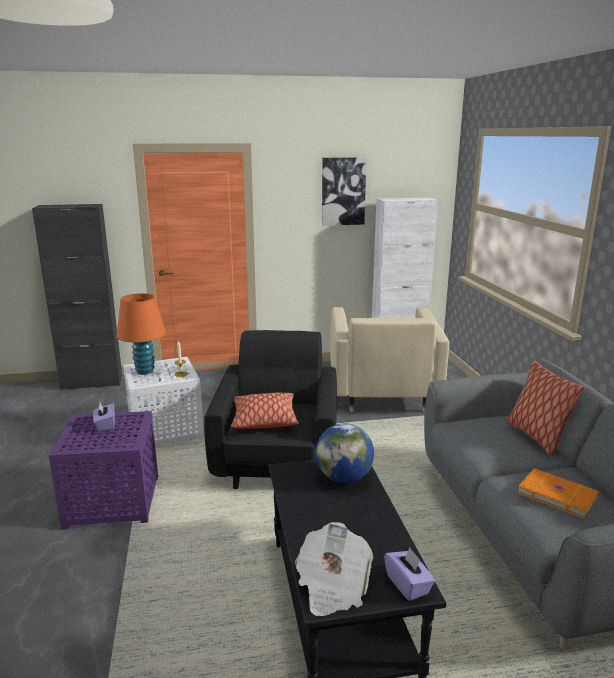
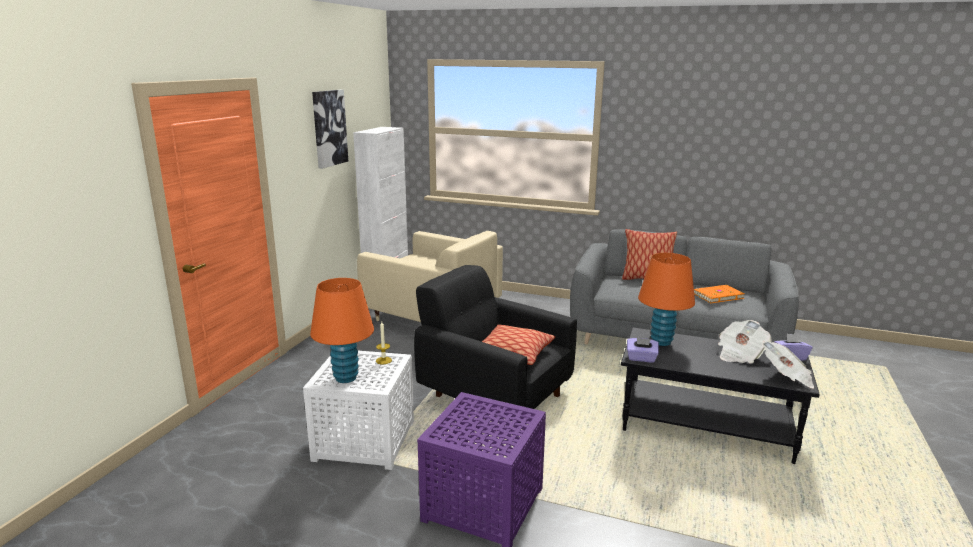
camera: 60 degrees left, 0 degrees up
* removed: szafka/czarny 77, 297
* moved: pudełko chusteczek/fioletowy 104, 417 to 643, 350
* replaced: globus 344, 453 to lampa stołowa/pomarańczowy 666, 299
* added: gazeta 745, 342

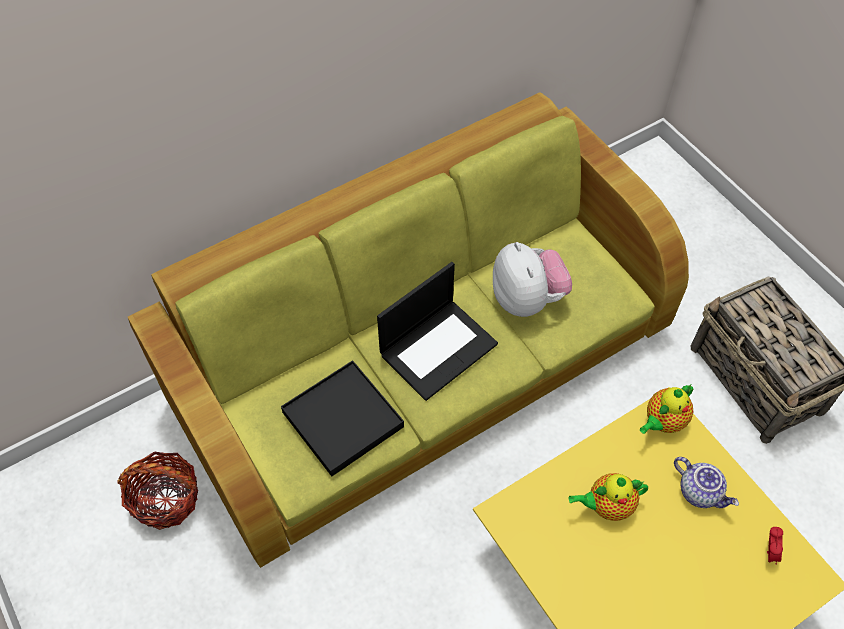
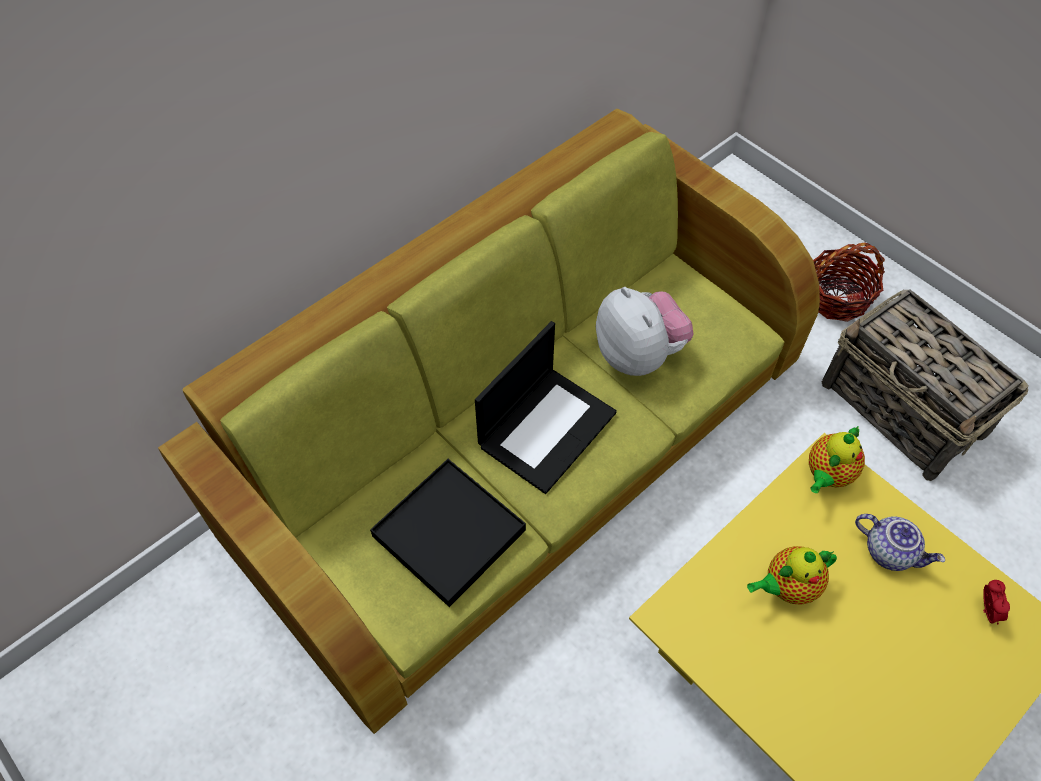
camera: 10 degrees left, 0 degrees up
* moved: koszyk 157, 491 to 849, 282

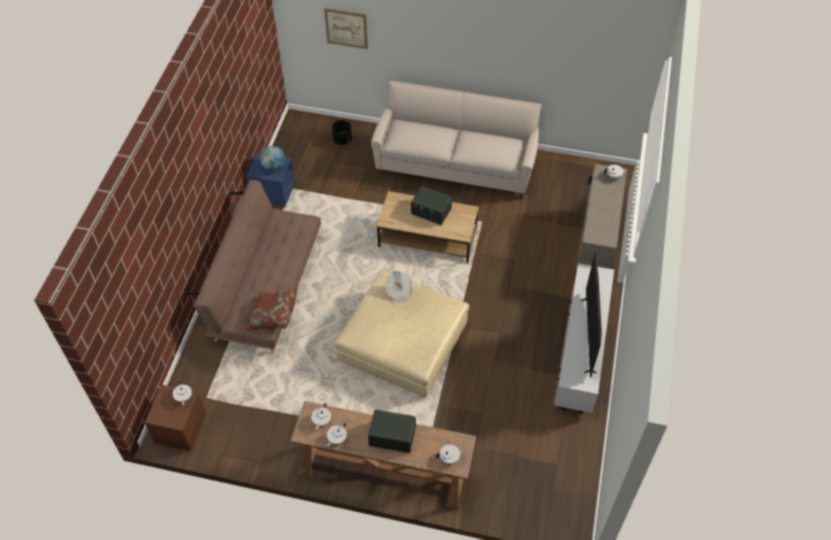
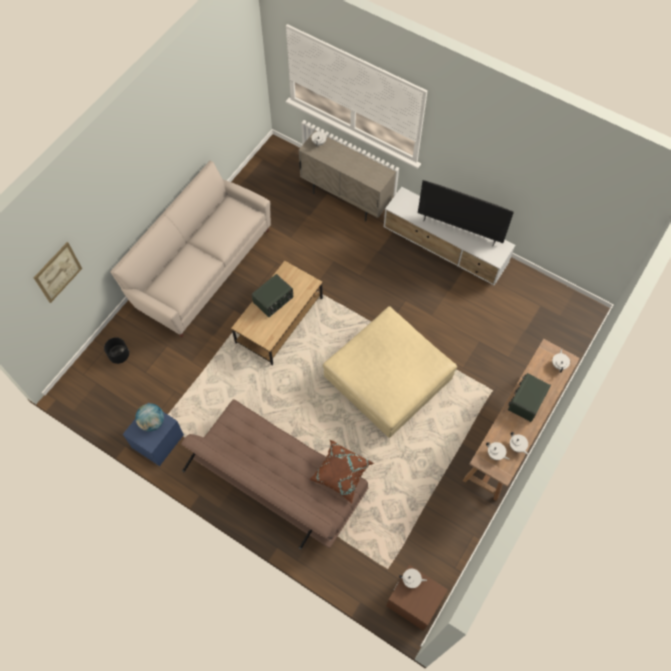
camera: 70 degrees left, 10 degrees up
* removed: gazeta 398, 287

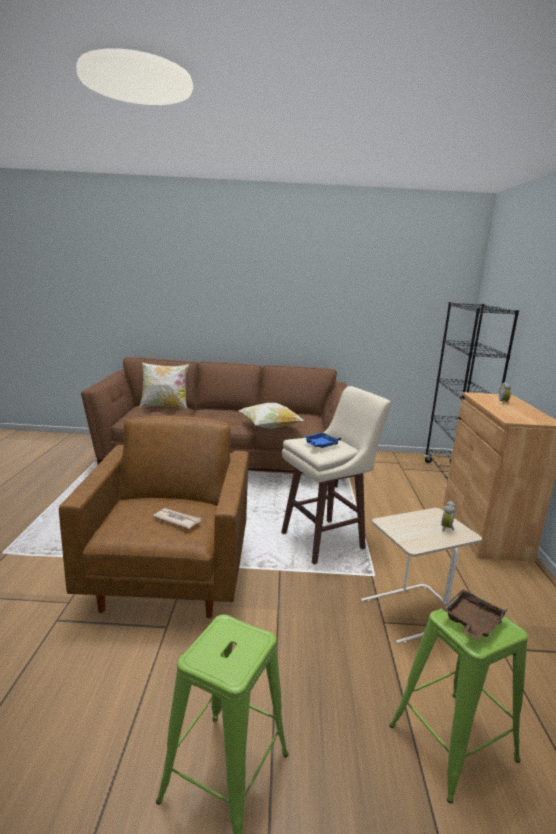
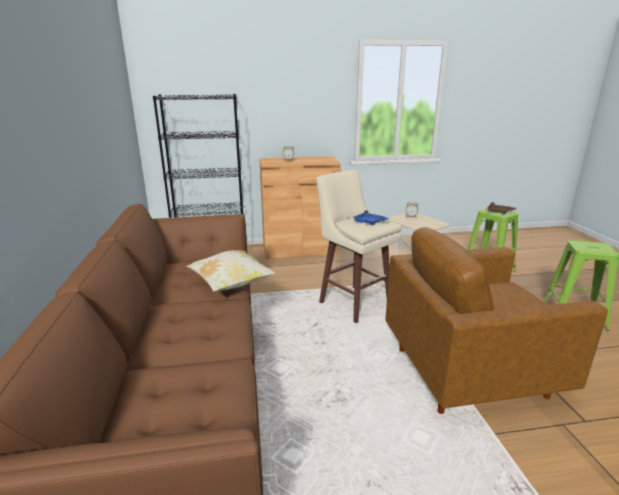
camera: 100 degrees left, 5 degrees up
* removed: poduszka 164, 386
* removed: gazeta 177, 518

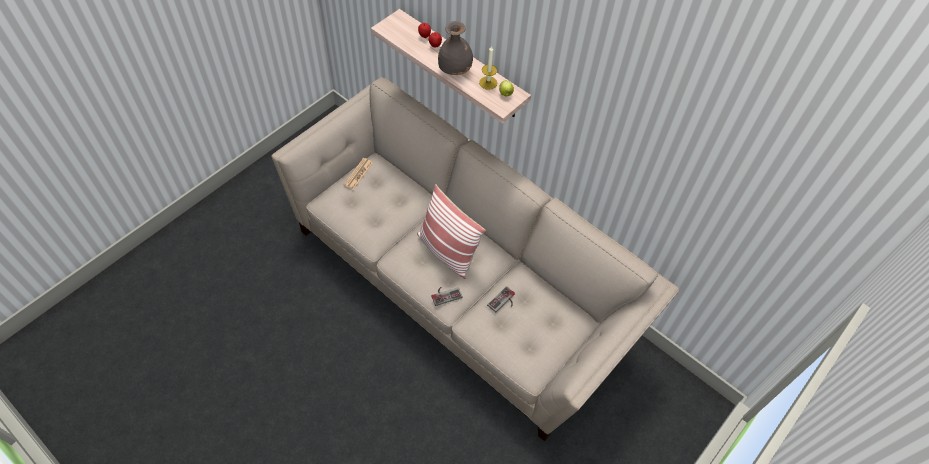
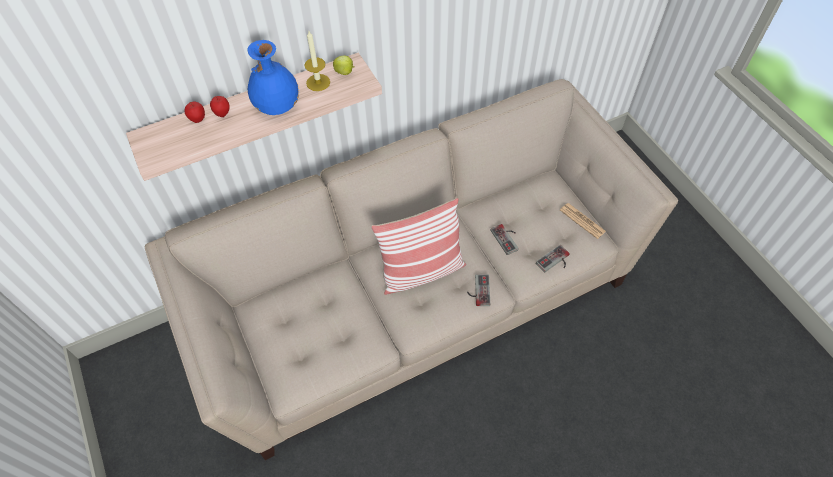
camera: 65 degrees left, 0 degrees up
* recoloured: wazon/szary 455, 48 to wazon/niebieski 273, 77
* moved: gazeta 358, 174 to 583, 221
* added: pad do gier 553, 258

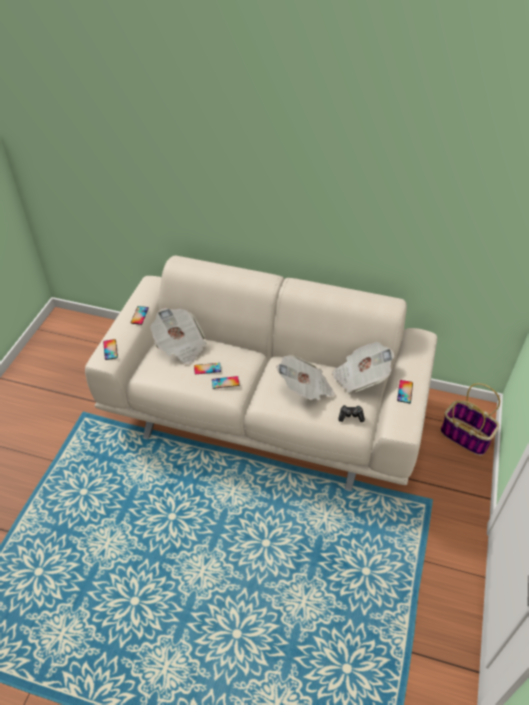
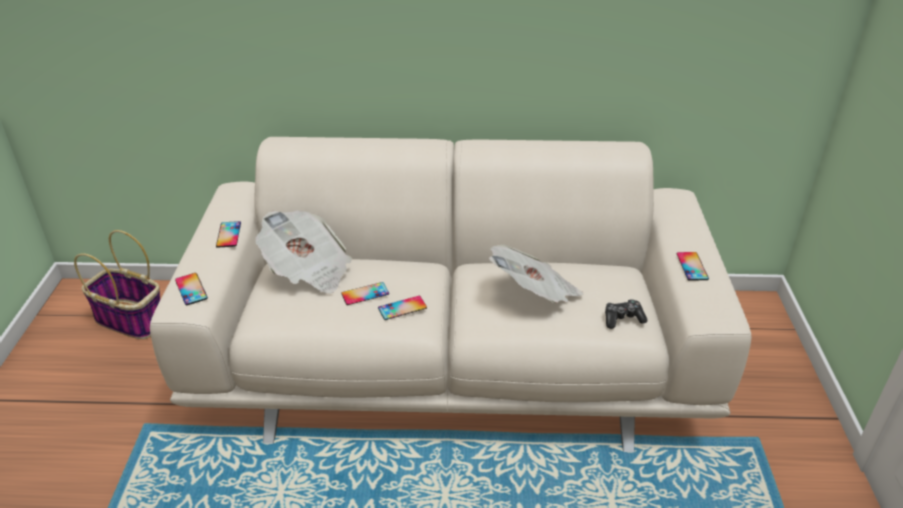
camera: 15 degrees left, 10 degrees down
* removed: gazeta 363, 367
* moved: koszyk 470, 419 to 117, 284

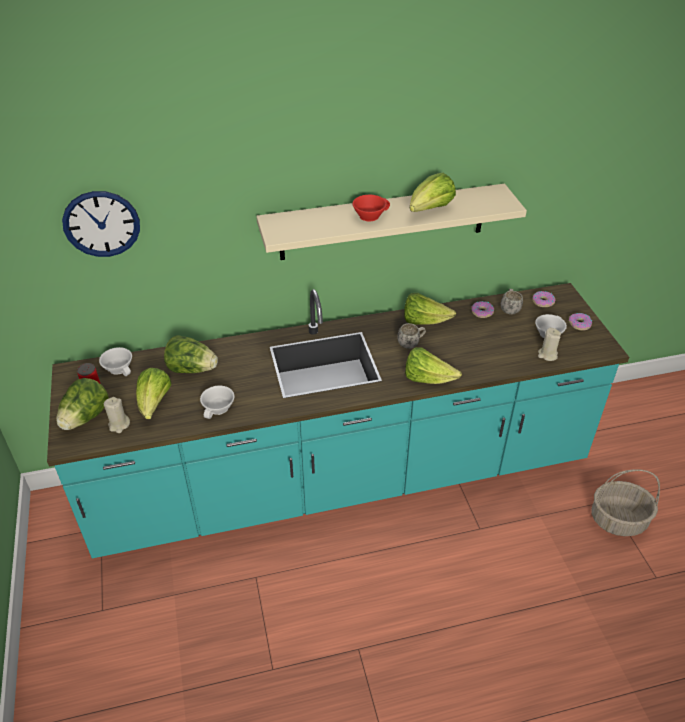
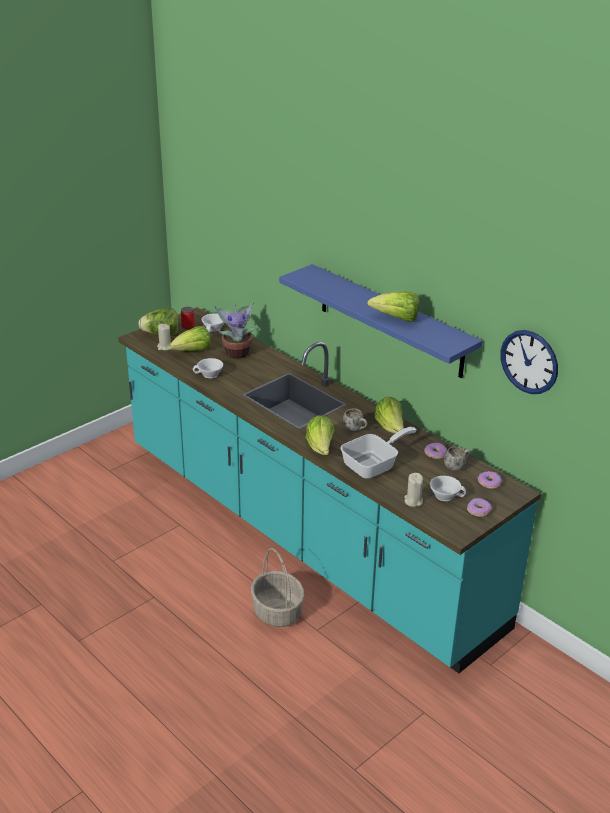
camera: 60 degrees right, 10 degrees down
* recoloured: półka/beżowy 391, 222 to półka/niebieski 381, 321
* moved: zegar ścienny 101, 224 to 529, 362
* removed: filiżanka/czerwony 371, 208
* replaced: sałata 191, 354 to roślina doniczkowa 235, 330
* moved: koszyk 626, 502 to 277, 587
* added: patelnia 378, 453

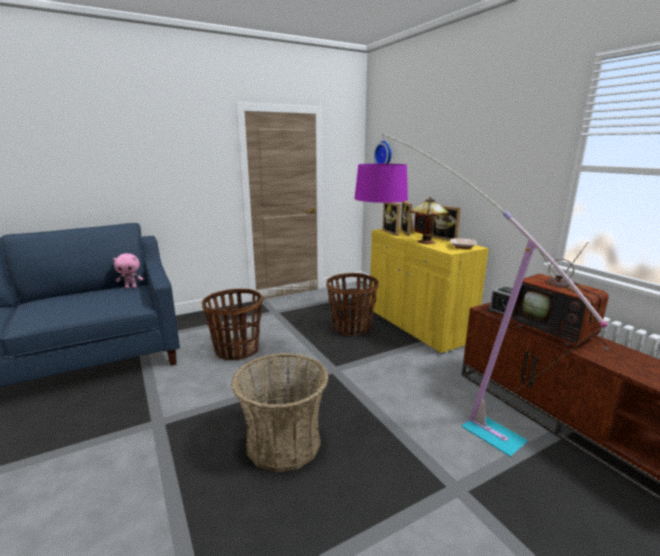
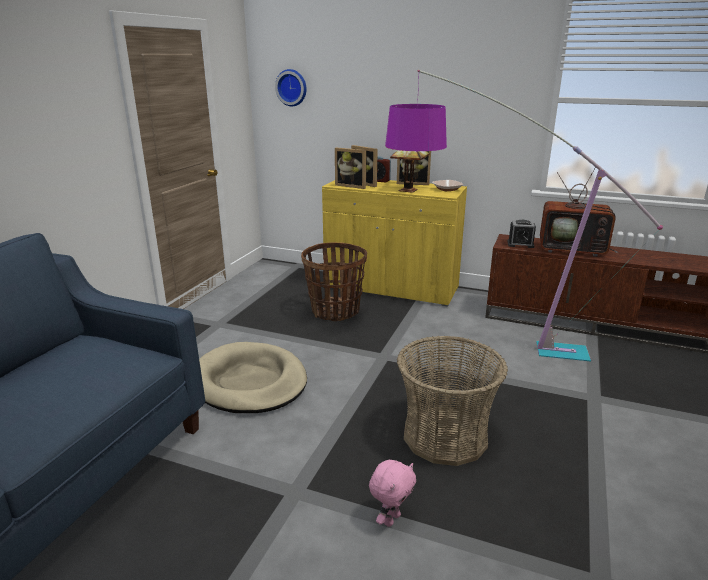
camera: 40 degrees left, 5 degrees up
* moved: pluszak/różowy 128, 271 to 392, 493
* replaced: koszyk 232, 325 to legowisko/beżowy 253, 377

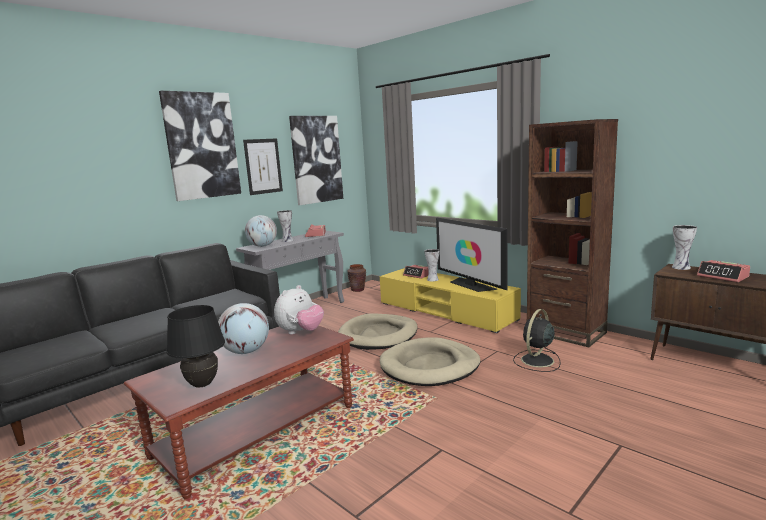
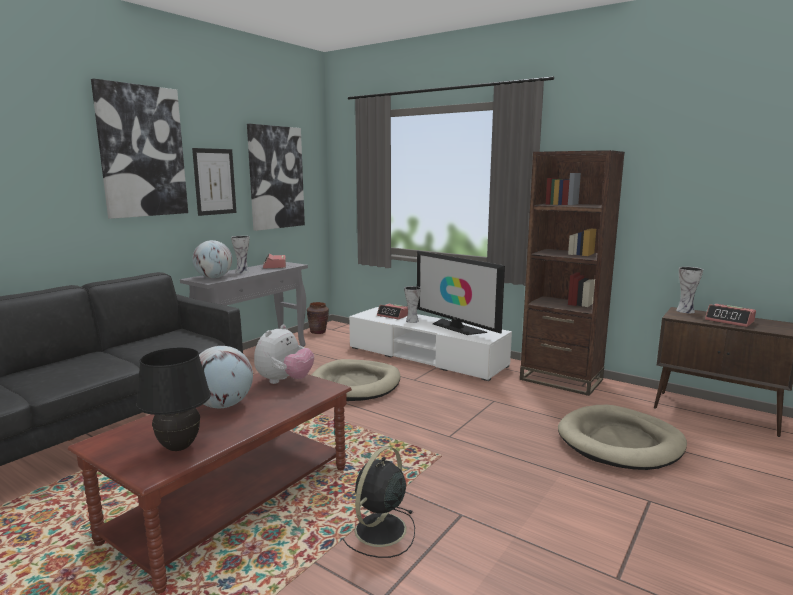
camera: 10 degrees left, 0 degrees up
* recoloured: szafka pod telewizor/żółty 450, 300 to szafka pod telewizor/biały 430, 344
* moved: wentylator/czarny 537, 340 to 379, 502
* moved: legowisko/beżowy 430, 361 to 622, 437

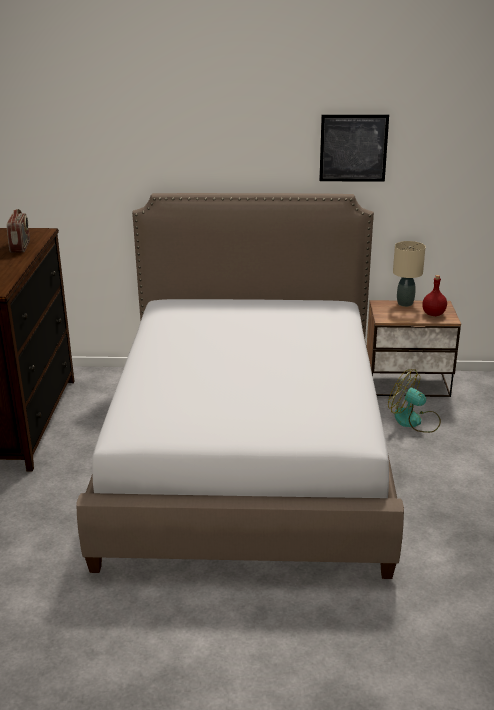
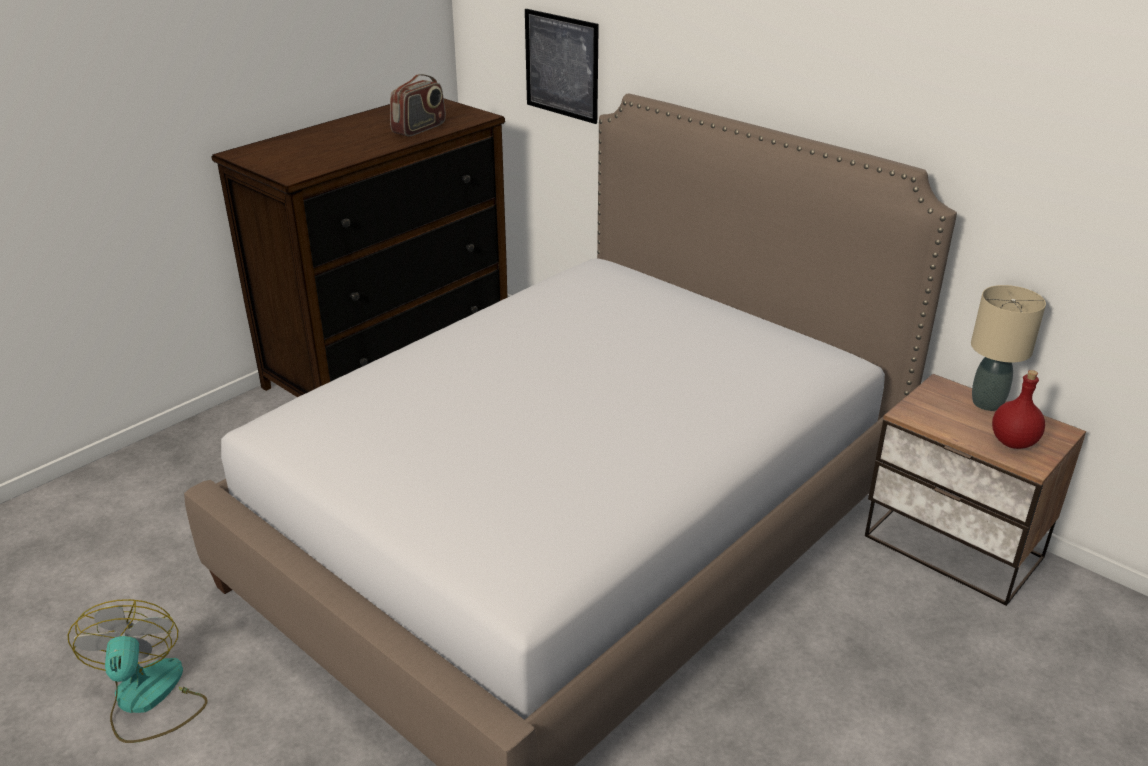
camera: 40 degrees right, 5 degrees up
* moved: obraz 354, 147 to 562, 66
* moved: wentylator 414, 401 to 138, 671

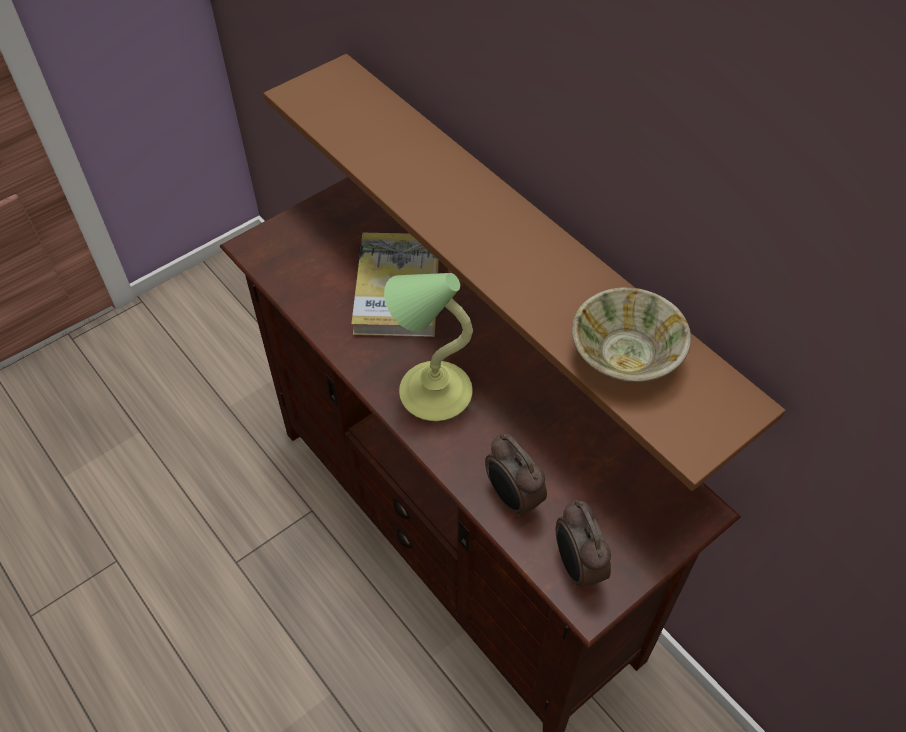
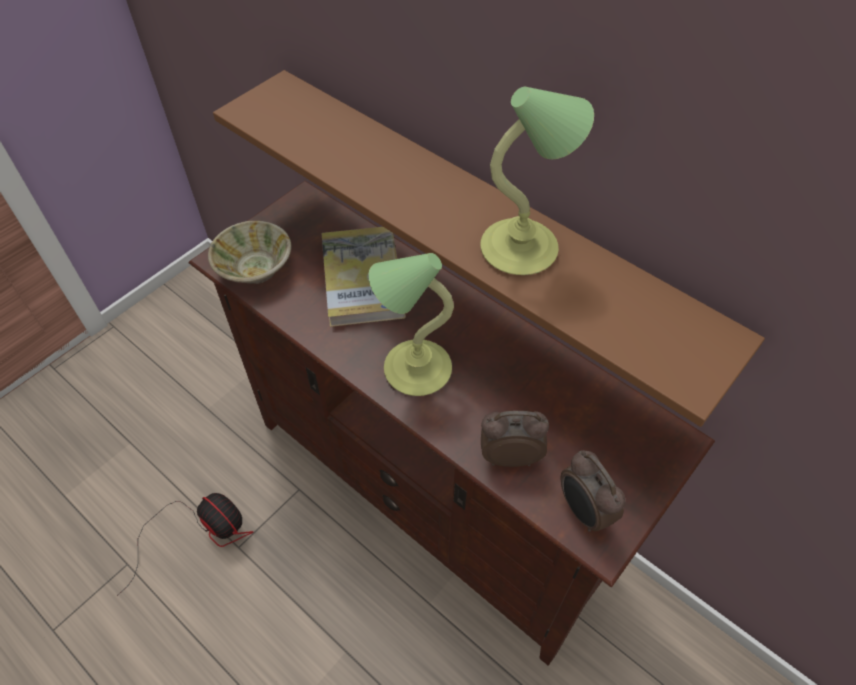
camera: 10 degrees left, 0 degrees up
* moved: miska/beżowy 631, 334 to 249, 252
* turned: budzik 516, 475 = 515, 439 135 degrees clockwise
* added: lampa stołowa 537, 181
* added: wentylator 185, 544

